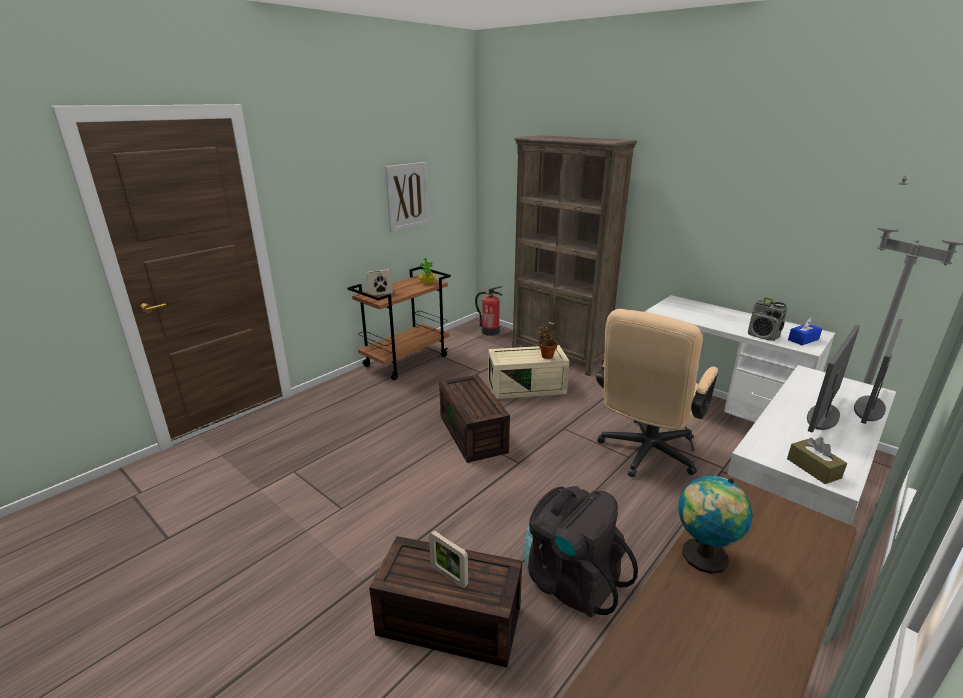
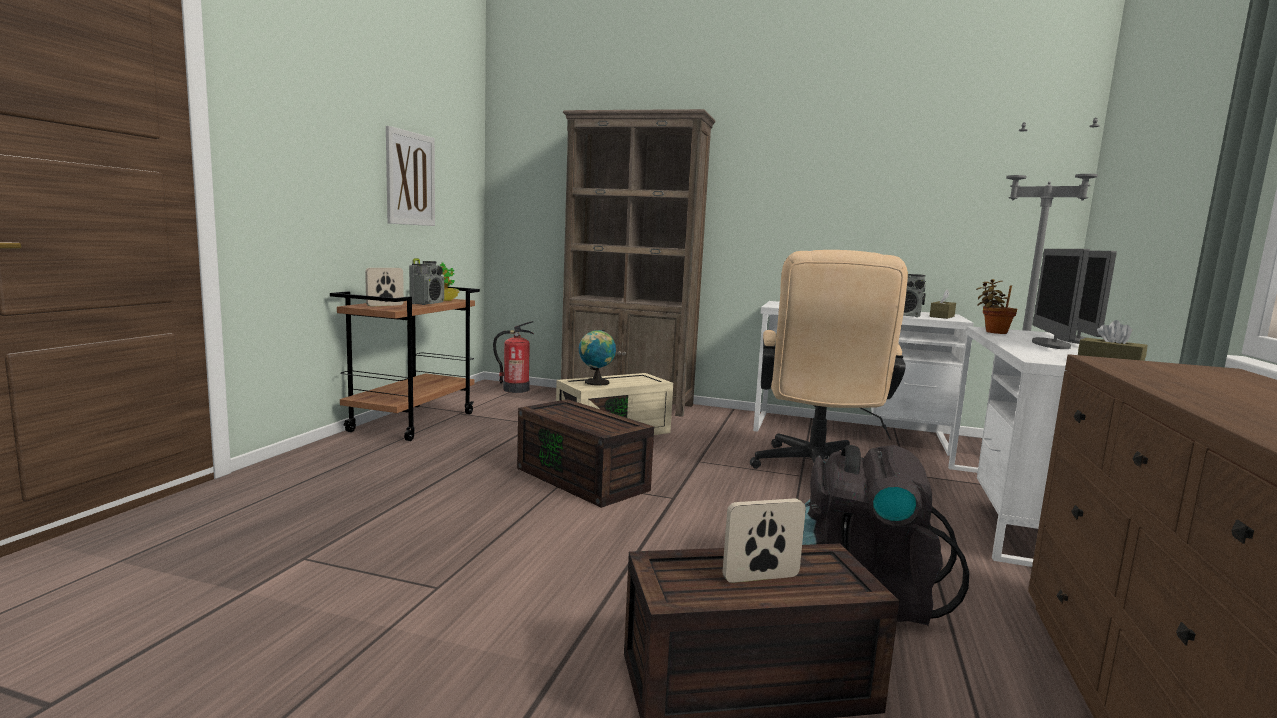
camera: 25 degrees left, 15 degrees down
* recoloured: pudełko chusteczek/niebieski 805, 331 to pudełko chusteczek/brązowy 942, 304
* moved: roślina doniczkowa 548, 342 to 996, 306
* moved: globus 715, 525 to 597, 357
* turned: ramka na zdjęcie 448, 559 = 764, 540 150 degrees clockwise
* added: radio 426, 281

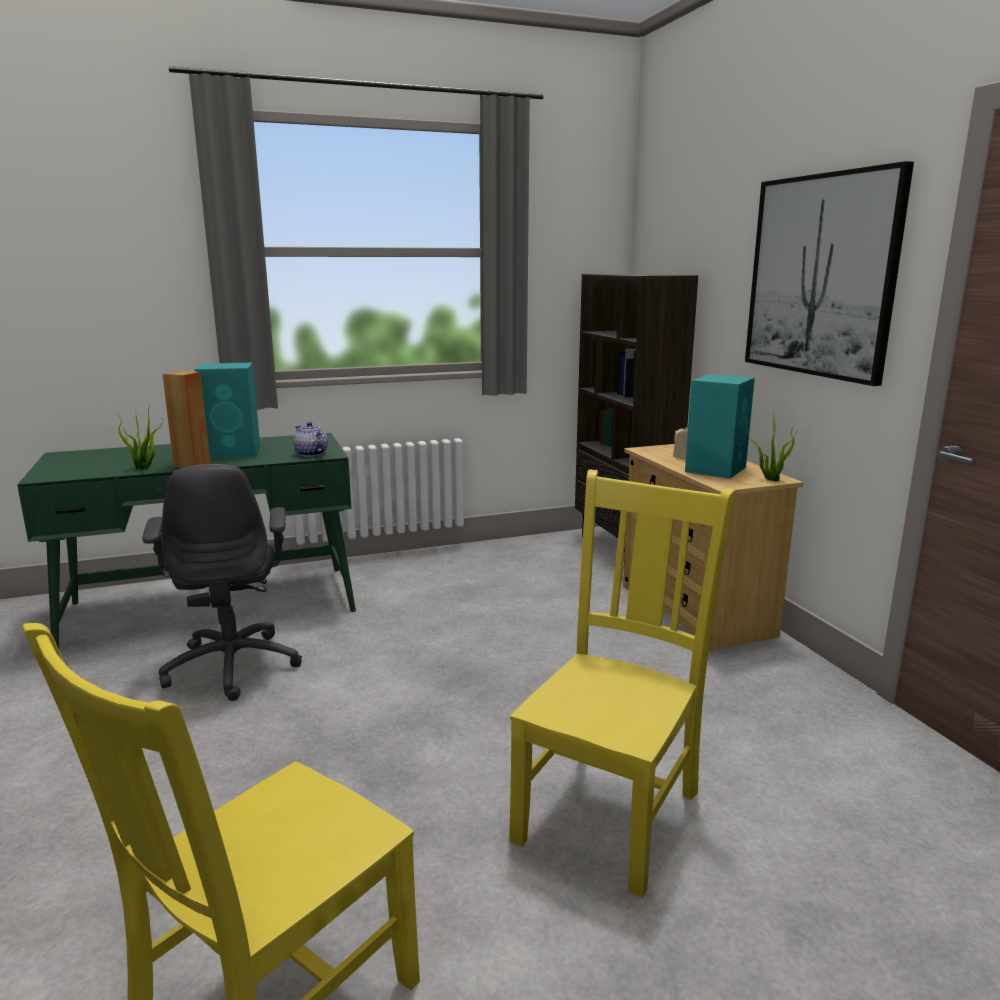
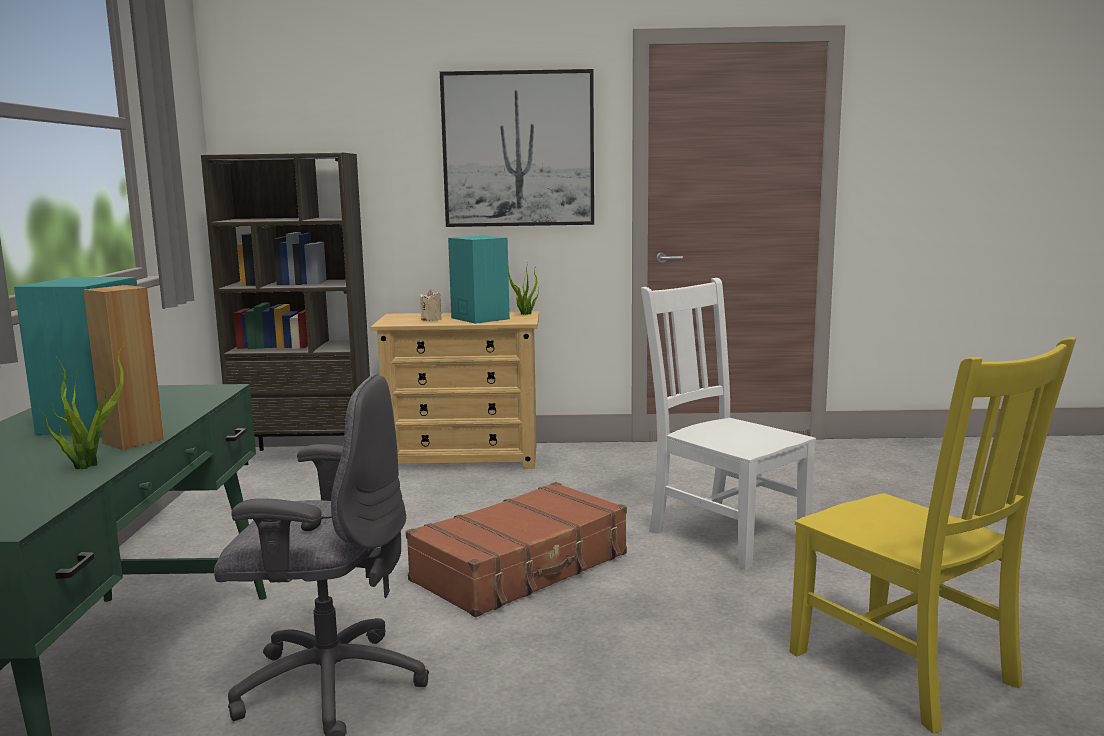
camera: 70 degrees left, 5 degrees down
* removed: imbryk 310, 439
* recoloured: krzesło/żółty 622, 684 to krzesło/biały 728, 424
* added: walizka/brązowy 516, 549

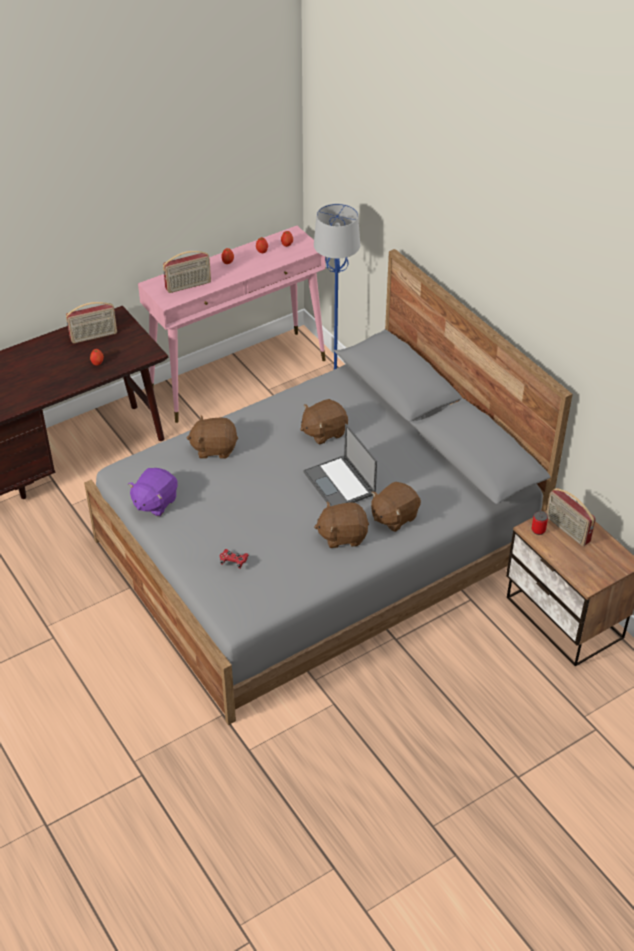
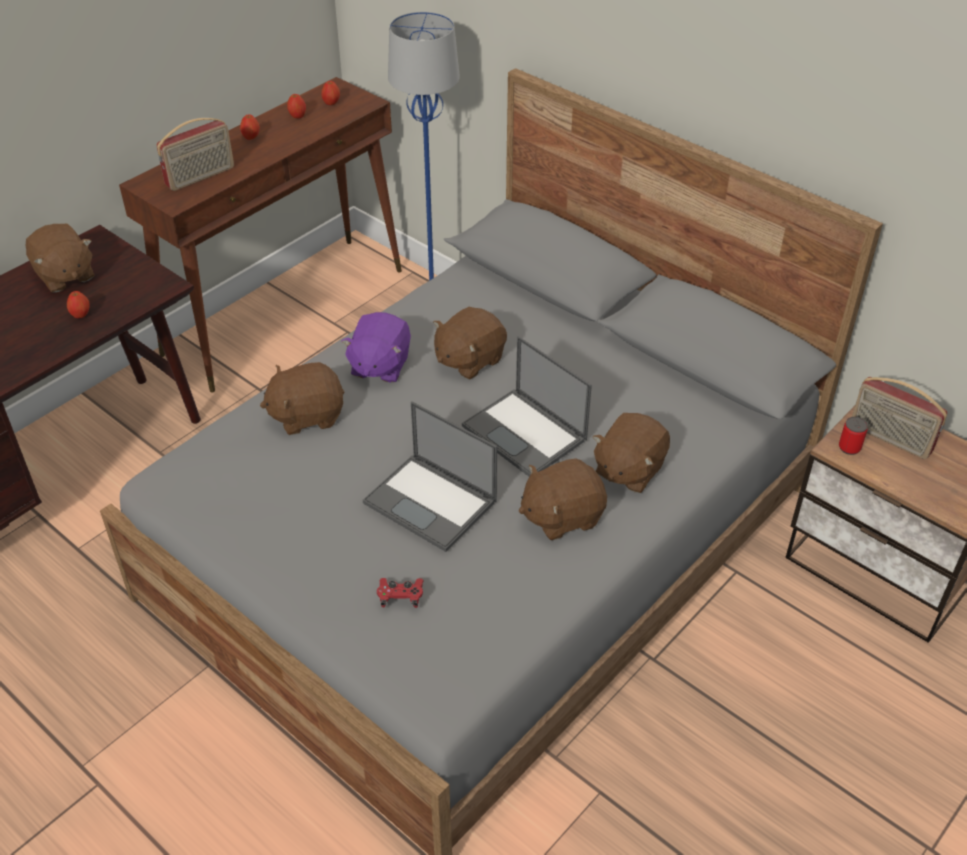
camera: 15 degrees left, 0 degrees up
* recoloured: stolik konsolowy/różowy 232, 324 to stolik konsolowy/brązowy 260, 234
* replaced: radio 91, 322 to pluszak/brązowy 60, 258
* moved: pluszak/fioletowy 153, 492 to 376, 347
* added: laptop 430, 476

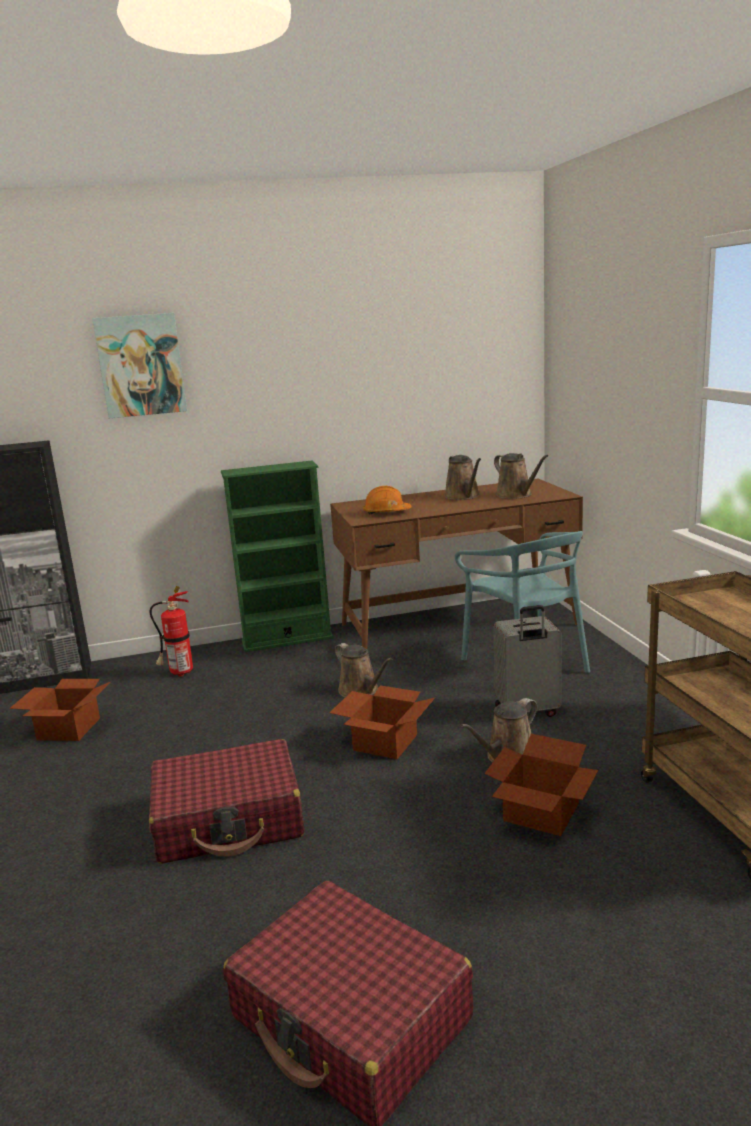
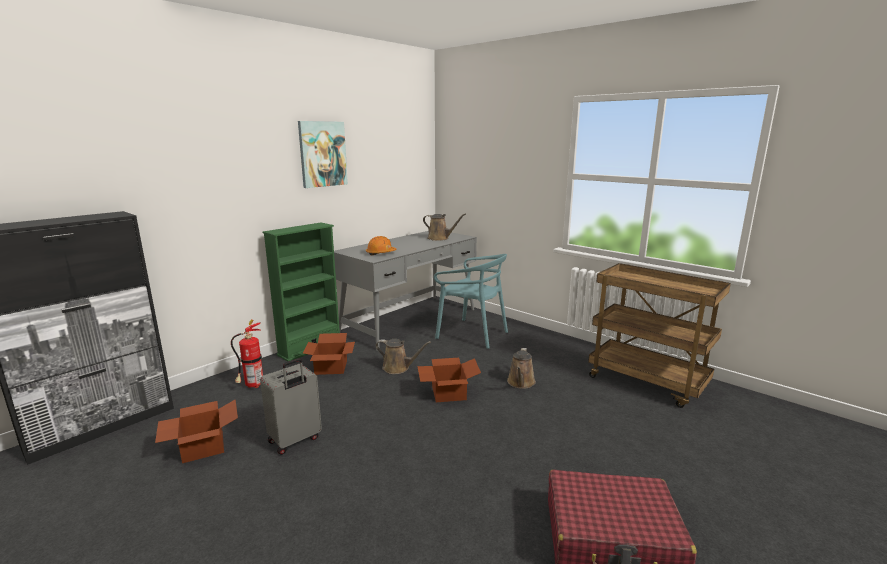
camera: 35 degrees left, 0 degrees up
* moved: obraz 139, 365 to 323, 154
* removed: konewka/brązowy 462, 477
* recoloured: biurko/brązowy 456, 564 to biurko/szary 405, 291
* moved: walizka/szary 527, 661 to 291, 406
* moved: karton 541, 785 to 329, 354
* removed: walizka/czerwony 226, 801

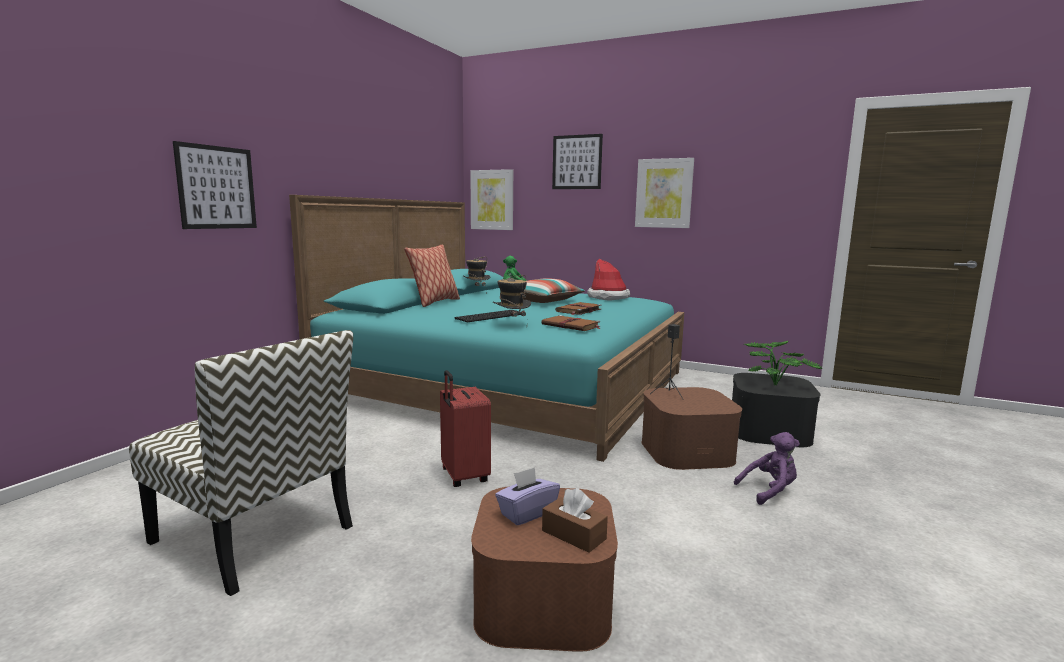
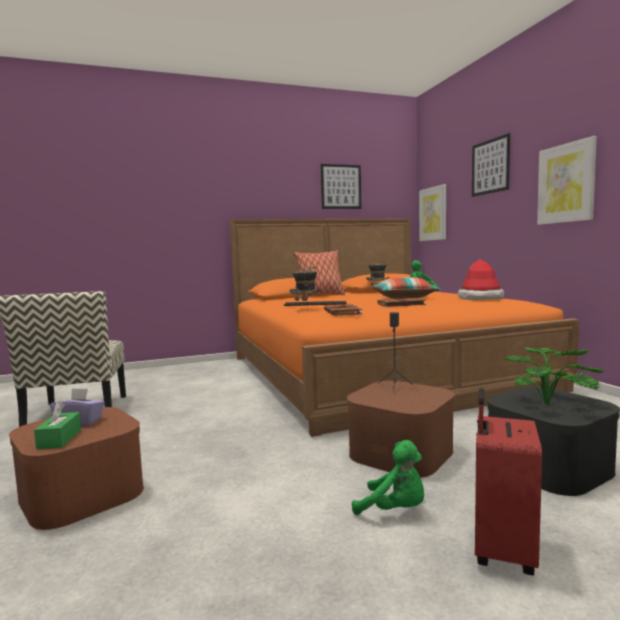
camera: 45 degrees right, 5 degrees down
* moved: obraz 215, 185 to 341, 186
* recoloured: łóżko/turkusowy 486, 328 to łóżko/pomarańczowy 404, 328
* moved: walizka/czerwony 465, 428 to 508, 481
* recoloured: pluszak/fioletowy 767, 468 to pluszak/zielony 388, 477
* recoloured: pudełko chusteczek/brązowy 575, 520 to pudełko chusteczek/zielony 57, 425

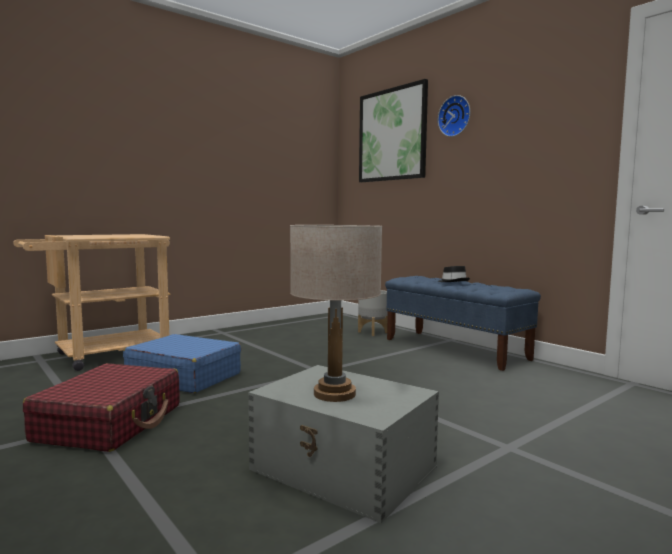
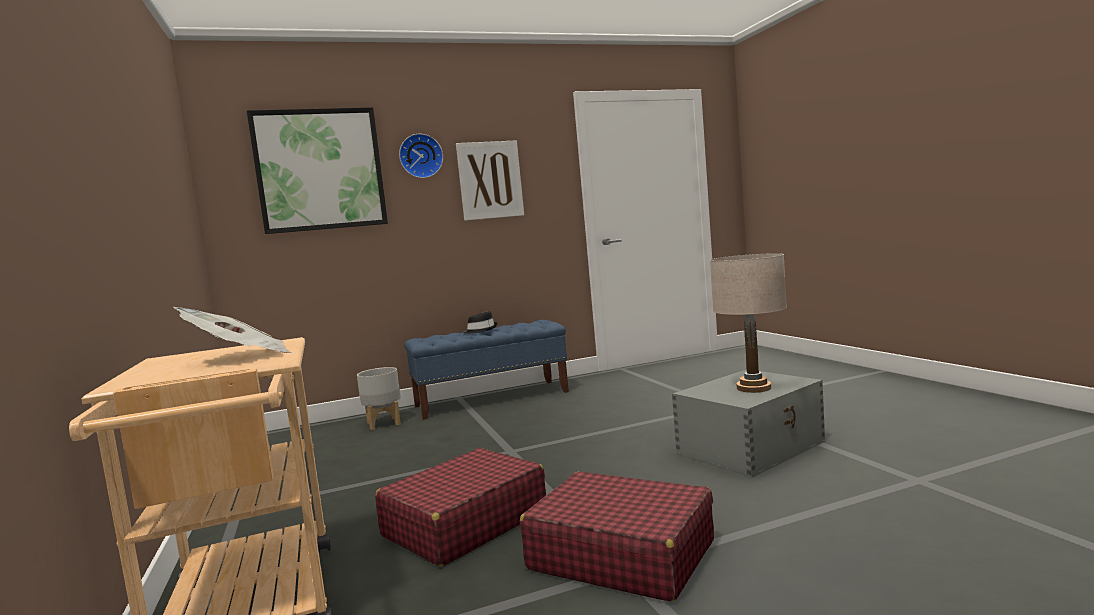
camera: 70 degrees left, 0 degrees up
* recoloured: walizka/niebieski 182, 363 to walizka/czerwony 460, 507
* added: obraz 490, 180
* added: gazeta 232, 330

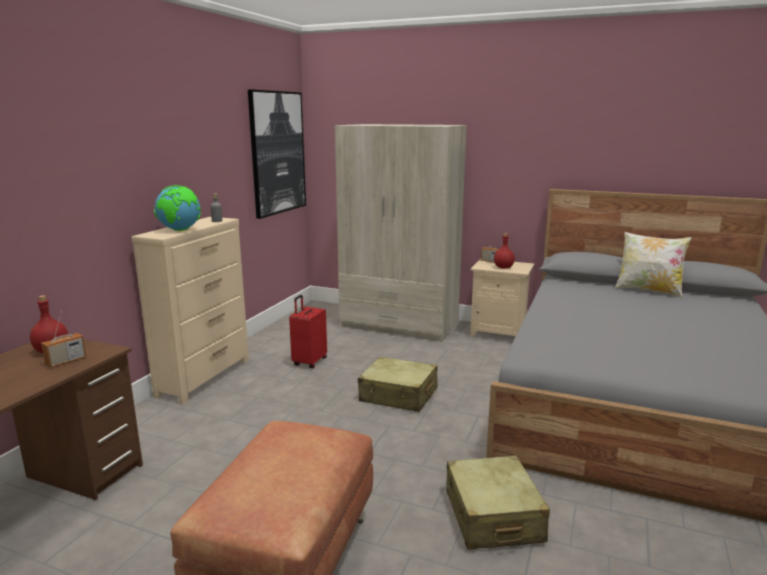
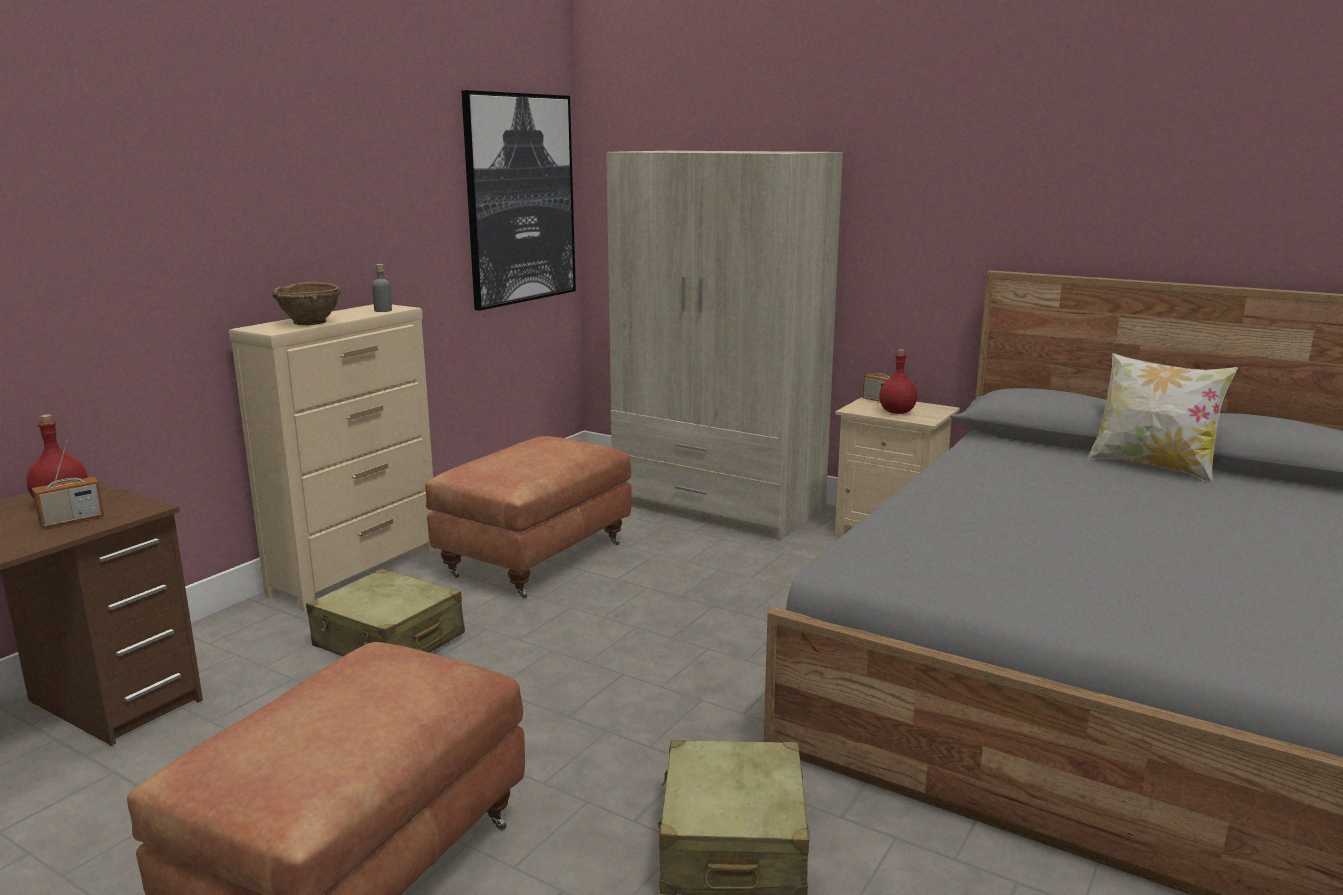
camera: 10 degrees right, 0 degrees up
* replaced: globus 177, 208 to miska/brązowy 307, 303
* replaced: walizka/czerwony 308, 331 to pufa/brązowy 528, 517
* moved: walizka/beżowy 398, 384 to 385, 612

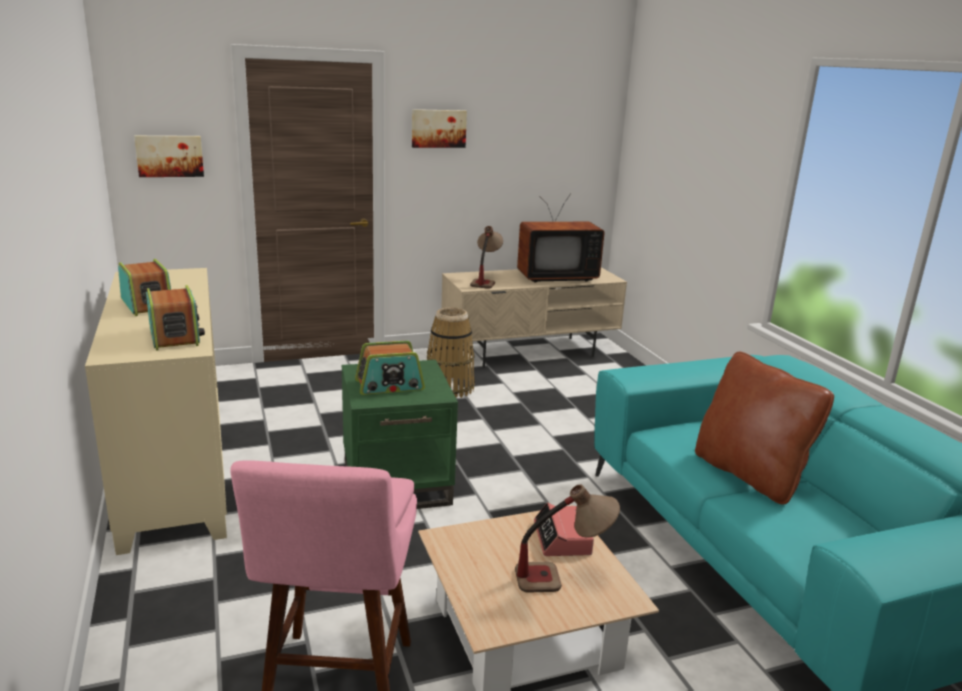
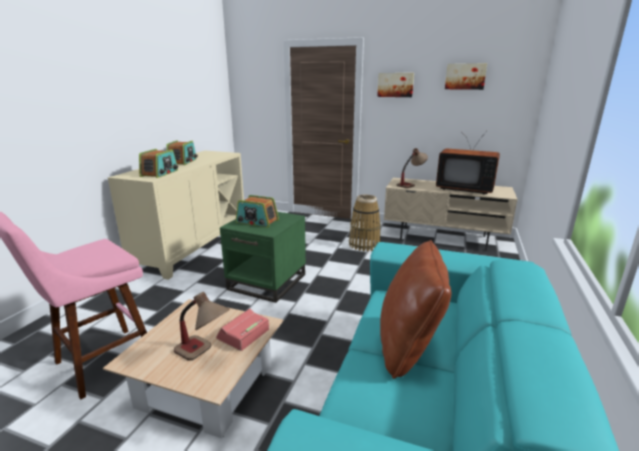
camera: 40 degrees right, 0 degrees up
* moved: obraz 169, 156 to 466, 76

